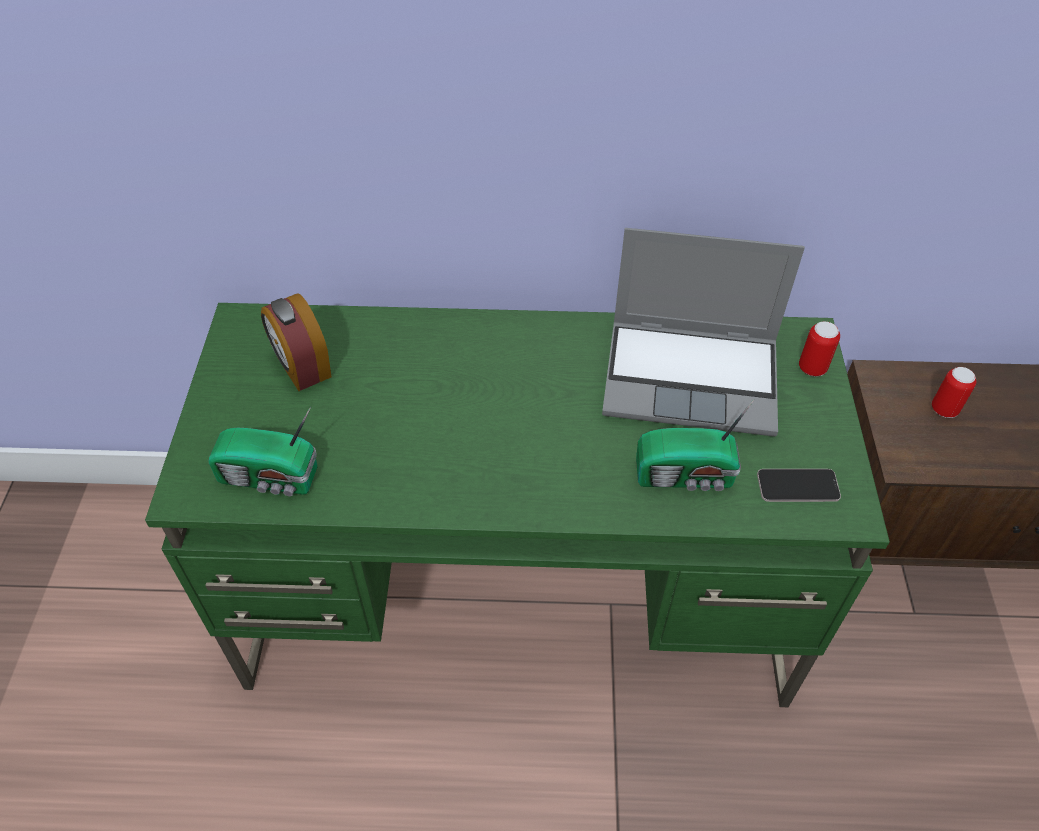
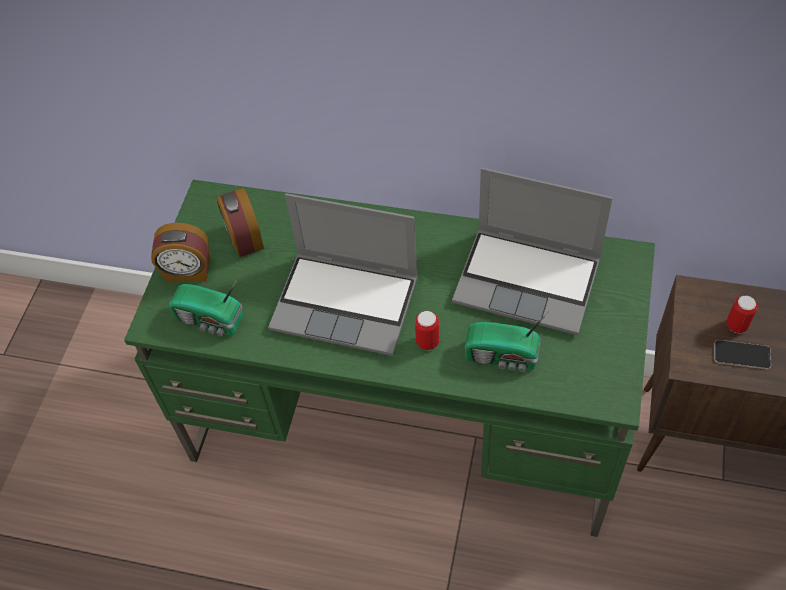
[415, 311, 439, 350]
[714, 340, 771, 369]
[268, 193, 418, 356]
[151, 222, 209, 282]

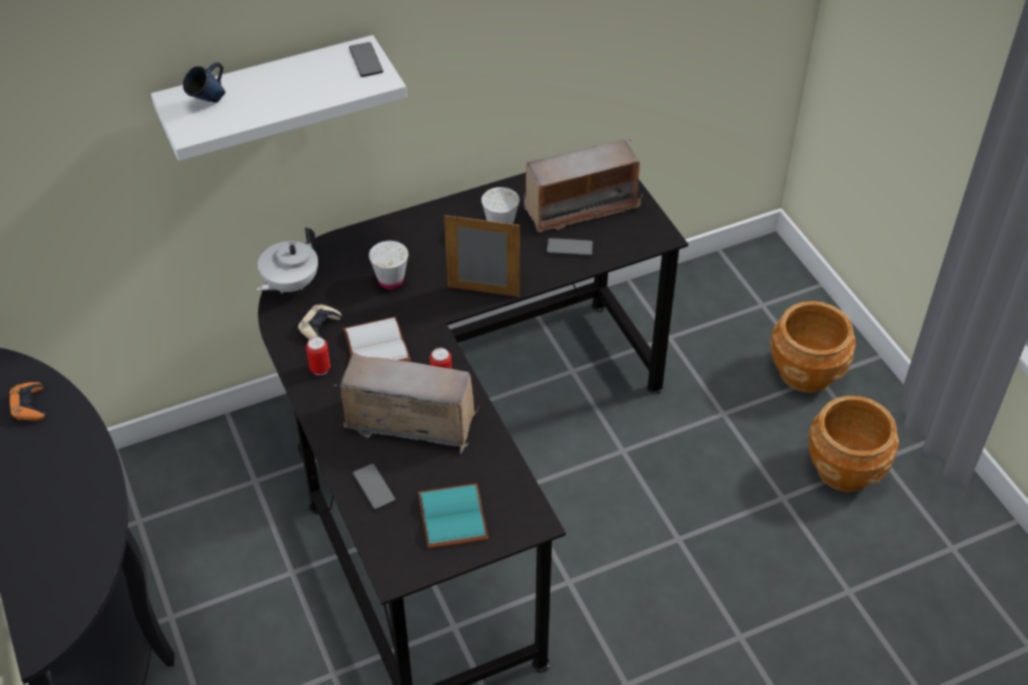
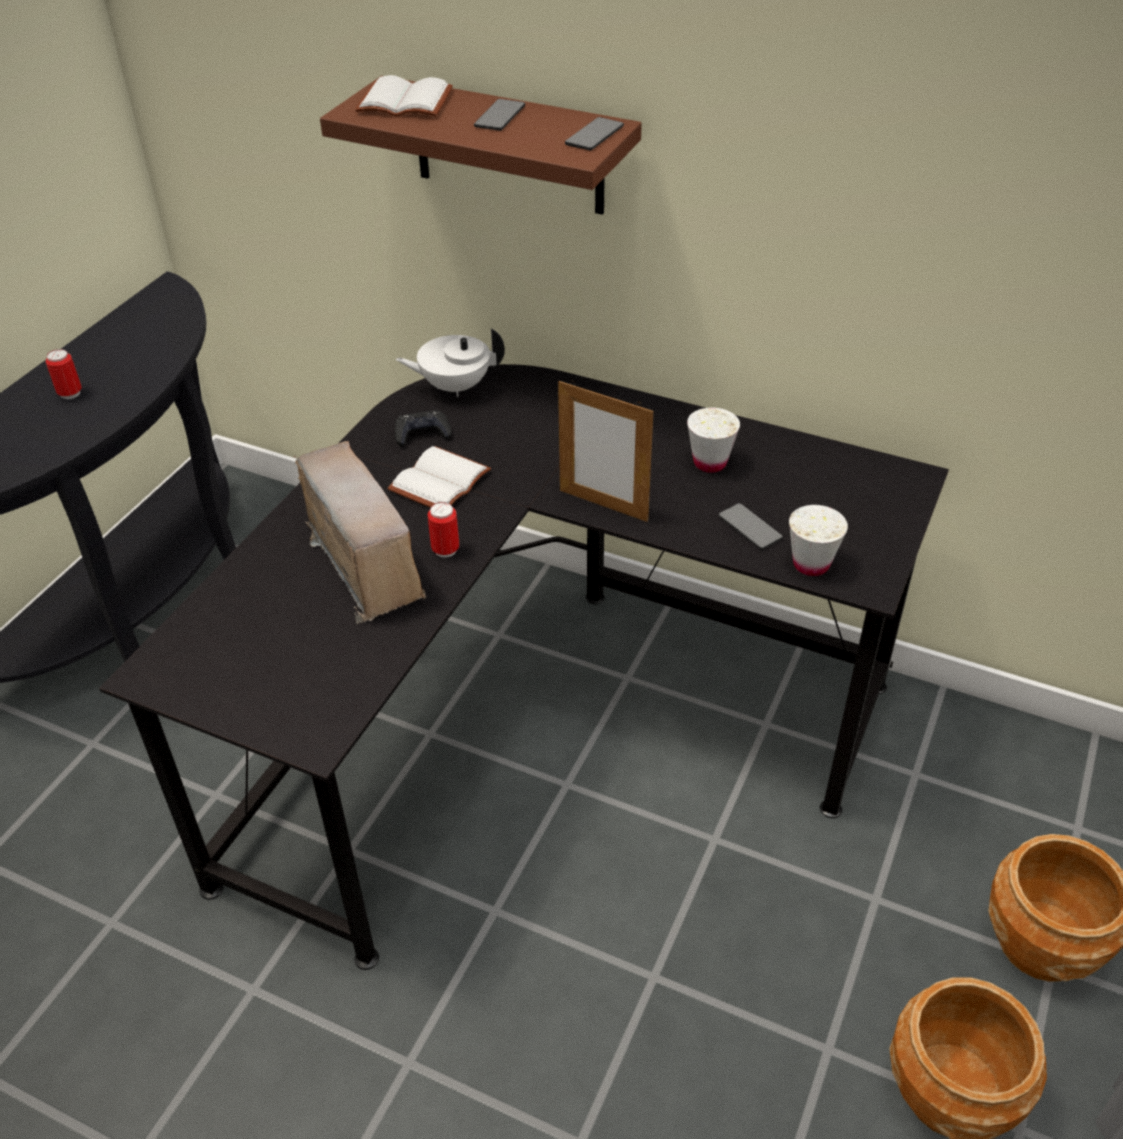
[320, 76, 642, 215]
[355, 75, 453, 117]
[524, 139, 643, 232] (first image)
[558, 381, 653, 522]
[789, 505, 848, 576]
[395, 410, 452, 446]
[45, 349, 81, 399]
[9, 382, 45, 421] (first image)
[474, 99, 525, 131]
[418, 483, 488, 548] (first image)

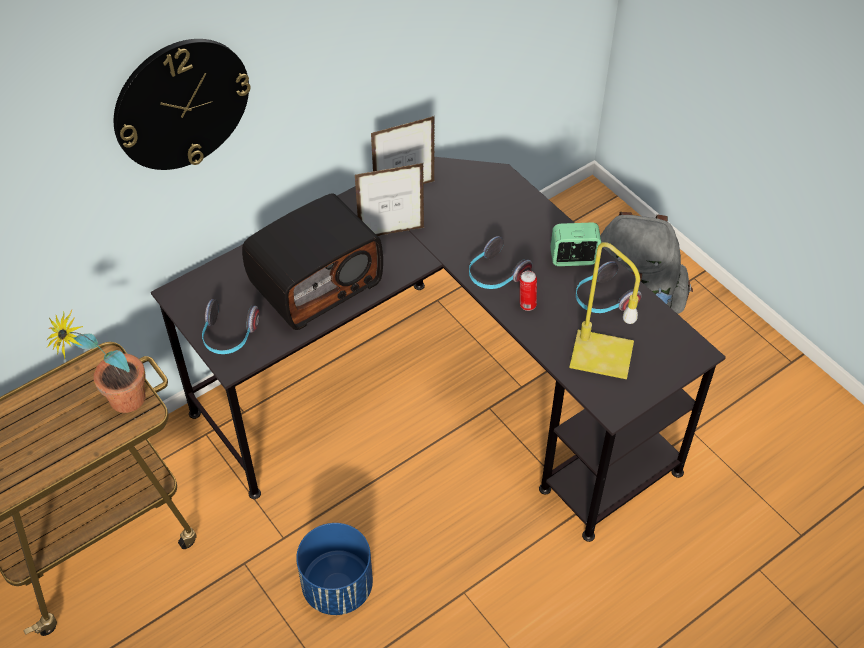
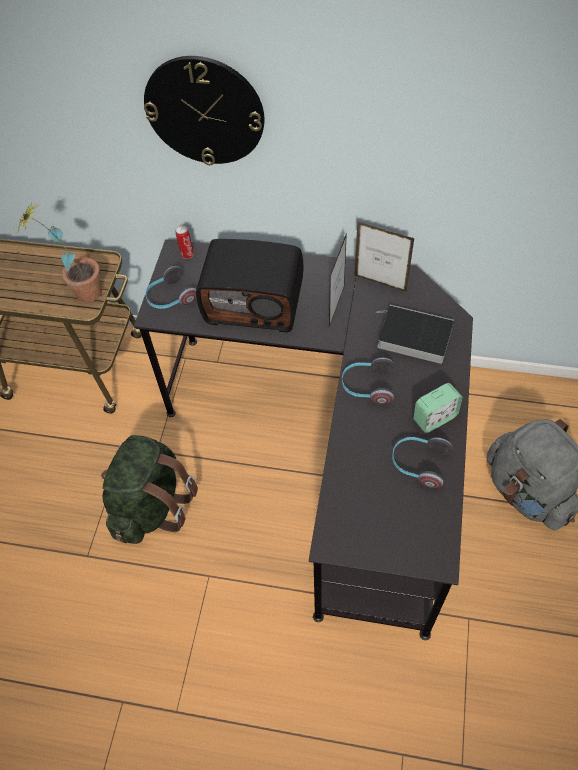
[329, 232, 347, 327]
[413, 383, 463, 433]
[570, 242, 640, 379] (first image)
[175, 226, 194, 259]
[101, 435, 198, 544]
[375, 305, 454, 364]

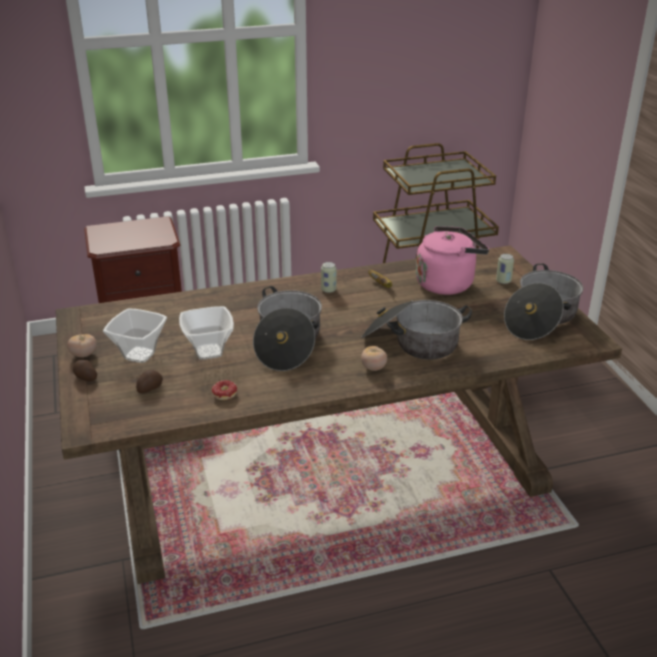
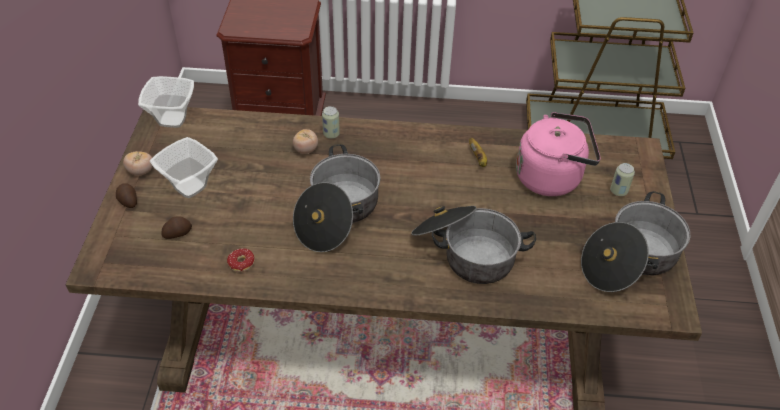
[322, 106, 340, 139]
[138, 76, 194, 128]
[293, 129, 318, 154]

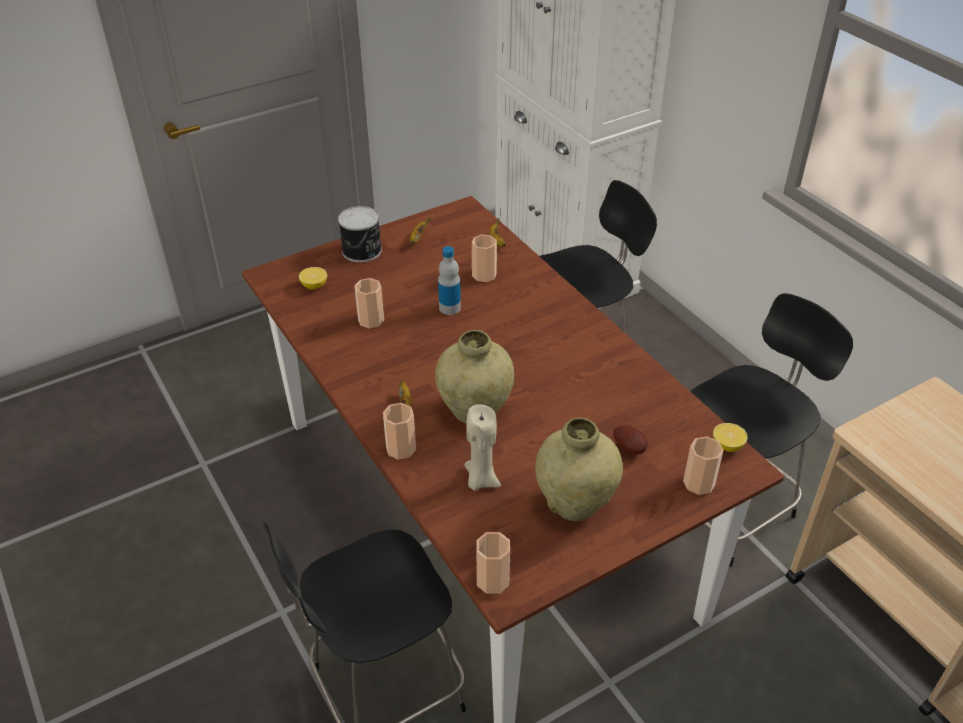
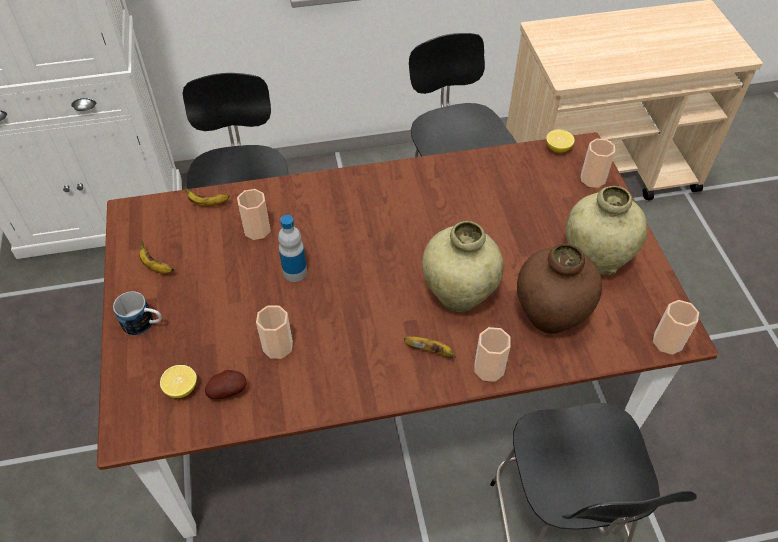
[113, 291, 162, 335]
[517, 243, 602, 334]
[205, 370, 247, 399]

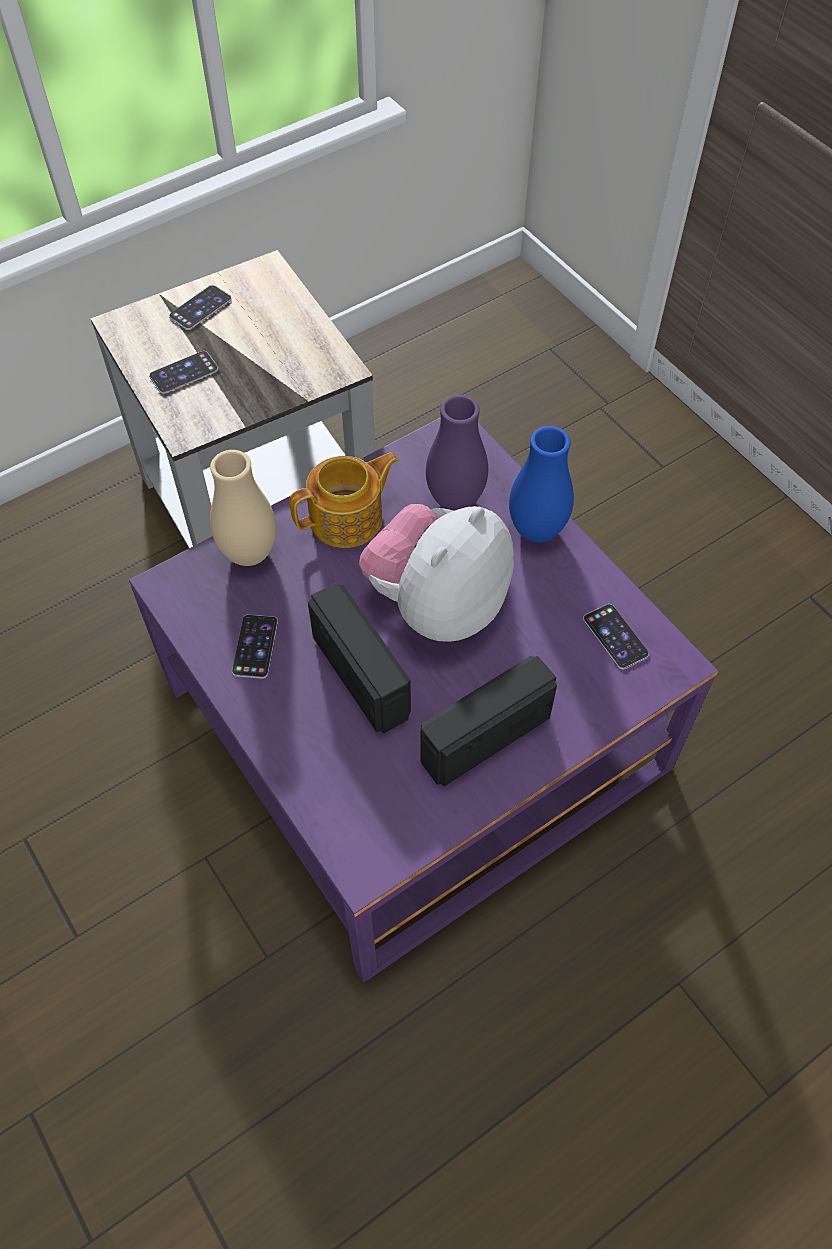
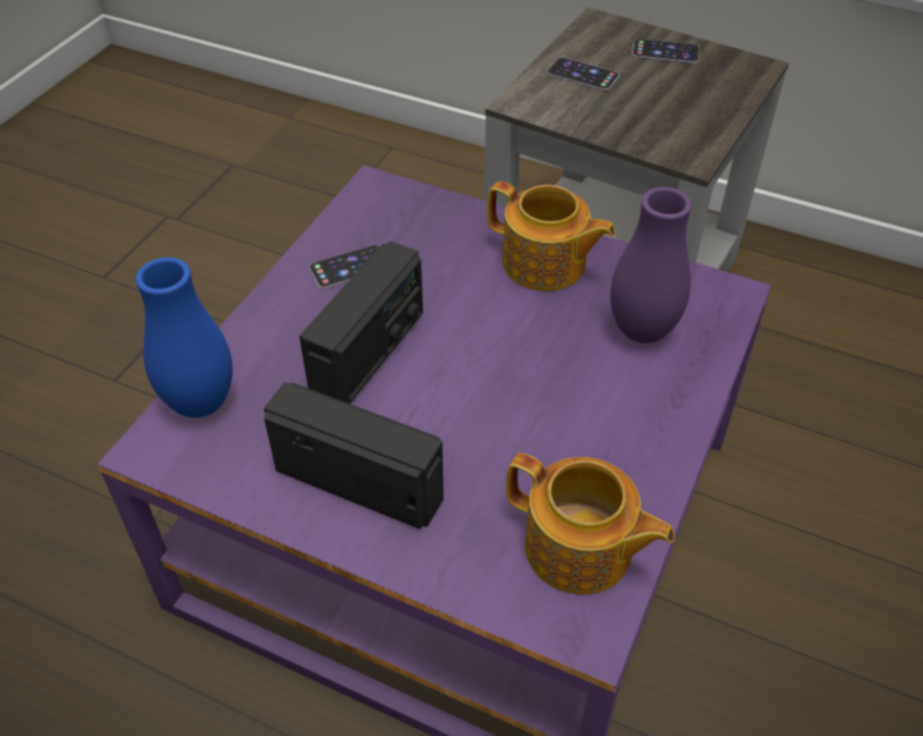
[136, 257, 233, 418]
[210, 450, 276, 566] (first image)
[359, 504, 514, 642] (first image)
[506, 453, 675, 594]

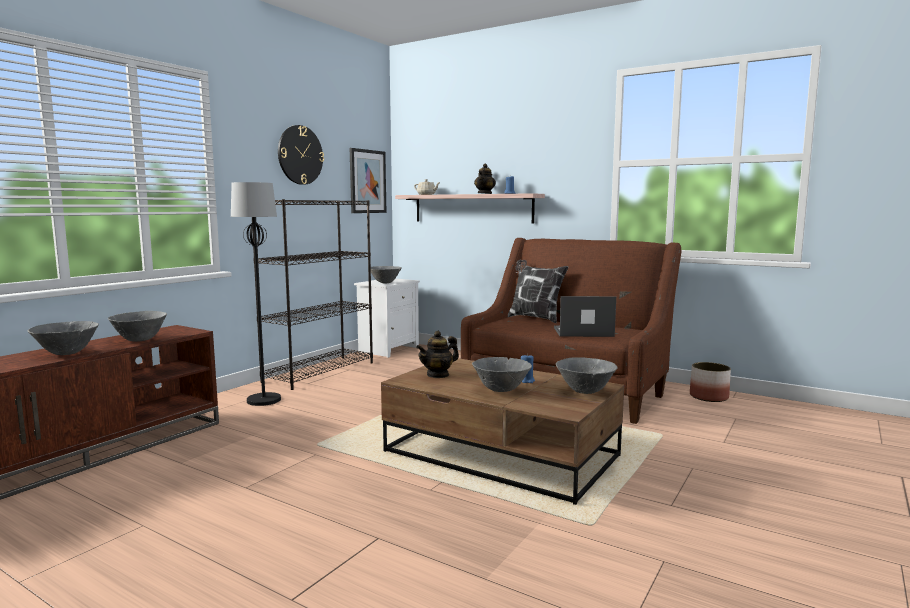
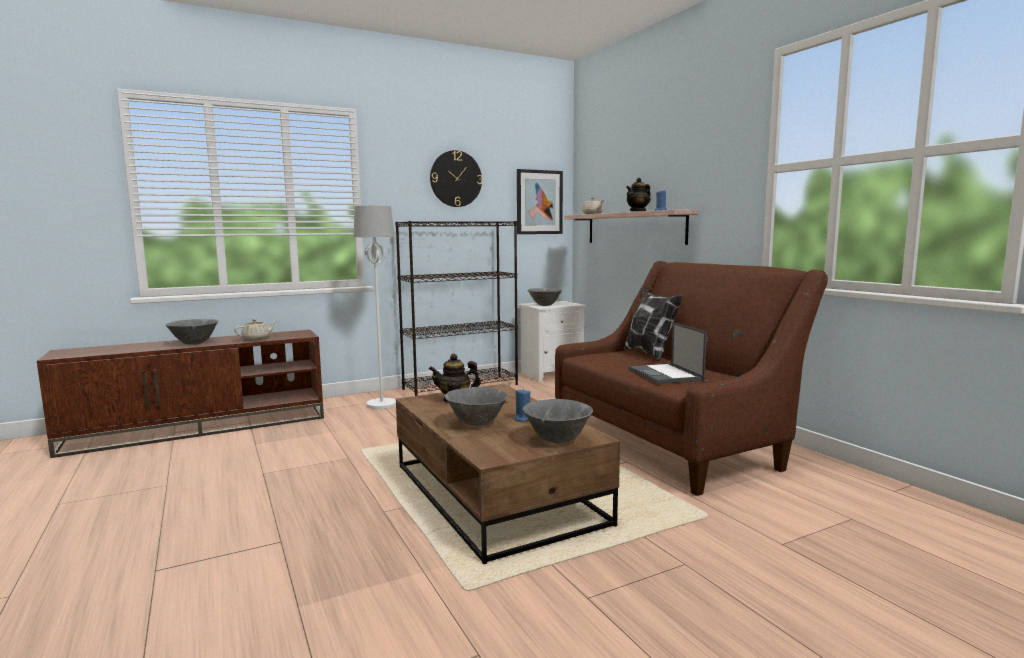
[354, 205, 396, 409]
[628, 322, 707, 384]
[234, 319, 277, 340]
[690, 362, 731, 402] (first image)

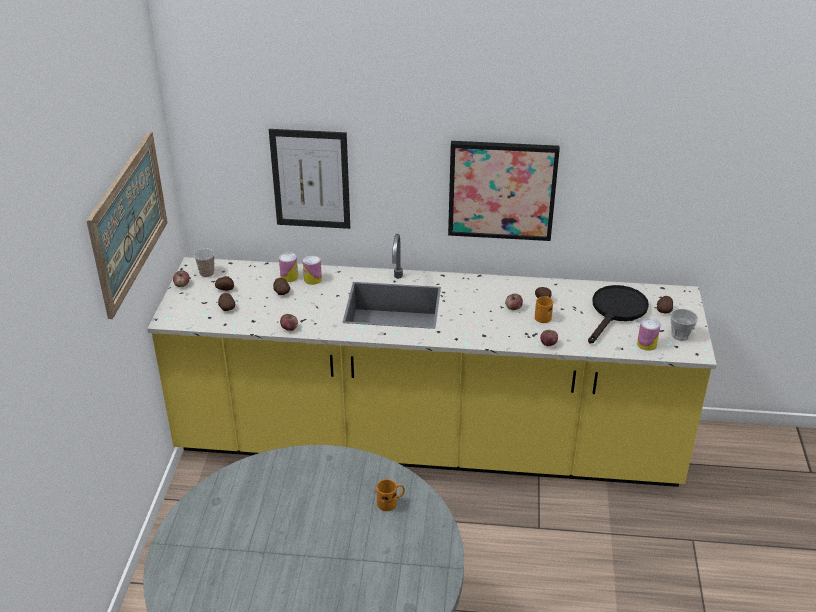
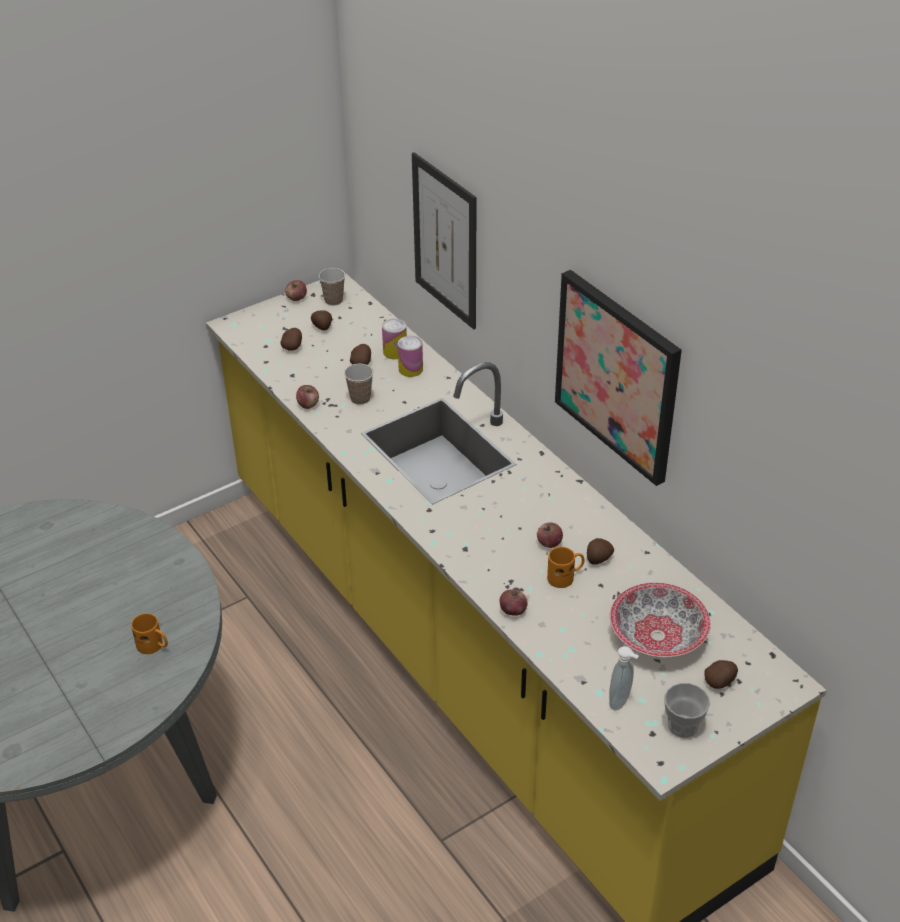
[87, 132, 168, 319] (first image)
[610, 582, 711, 658]
[609, 646, 639, 711]
[344, 364, 373, 405]

